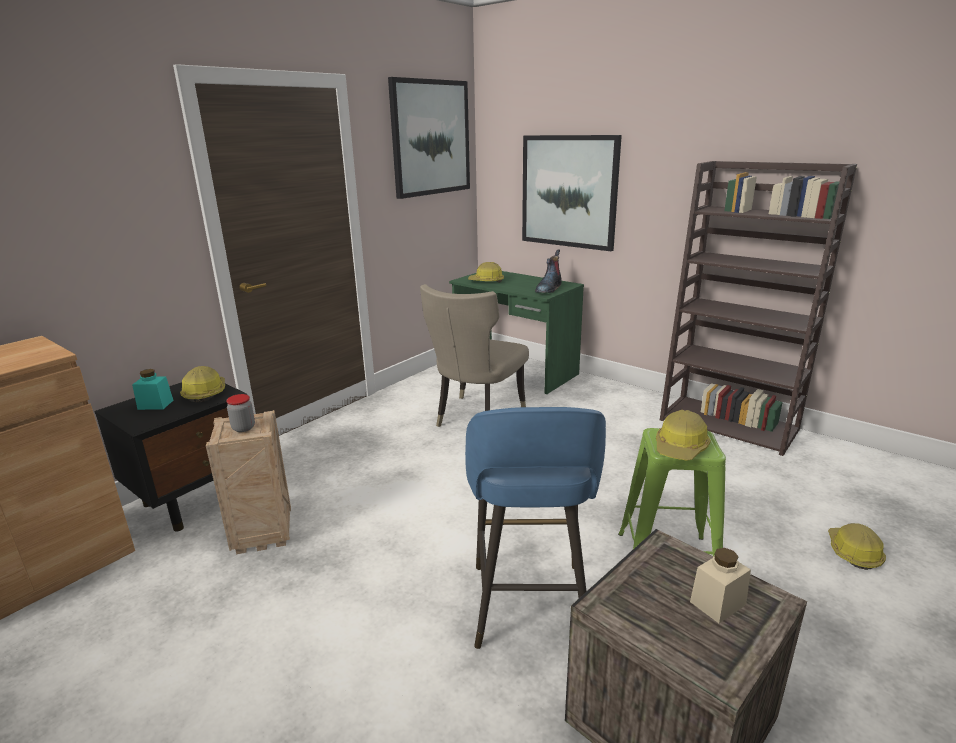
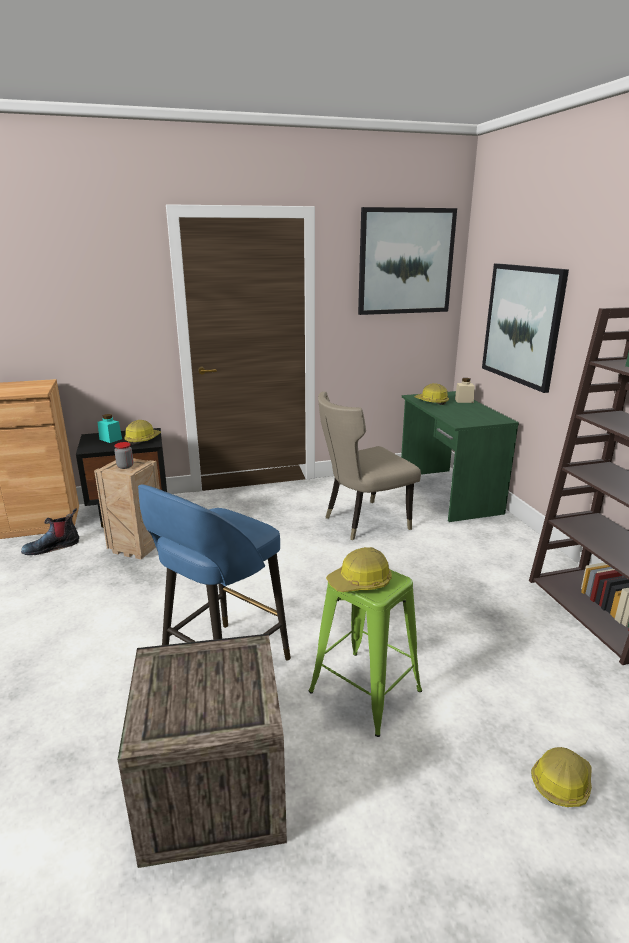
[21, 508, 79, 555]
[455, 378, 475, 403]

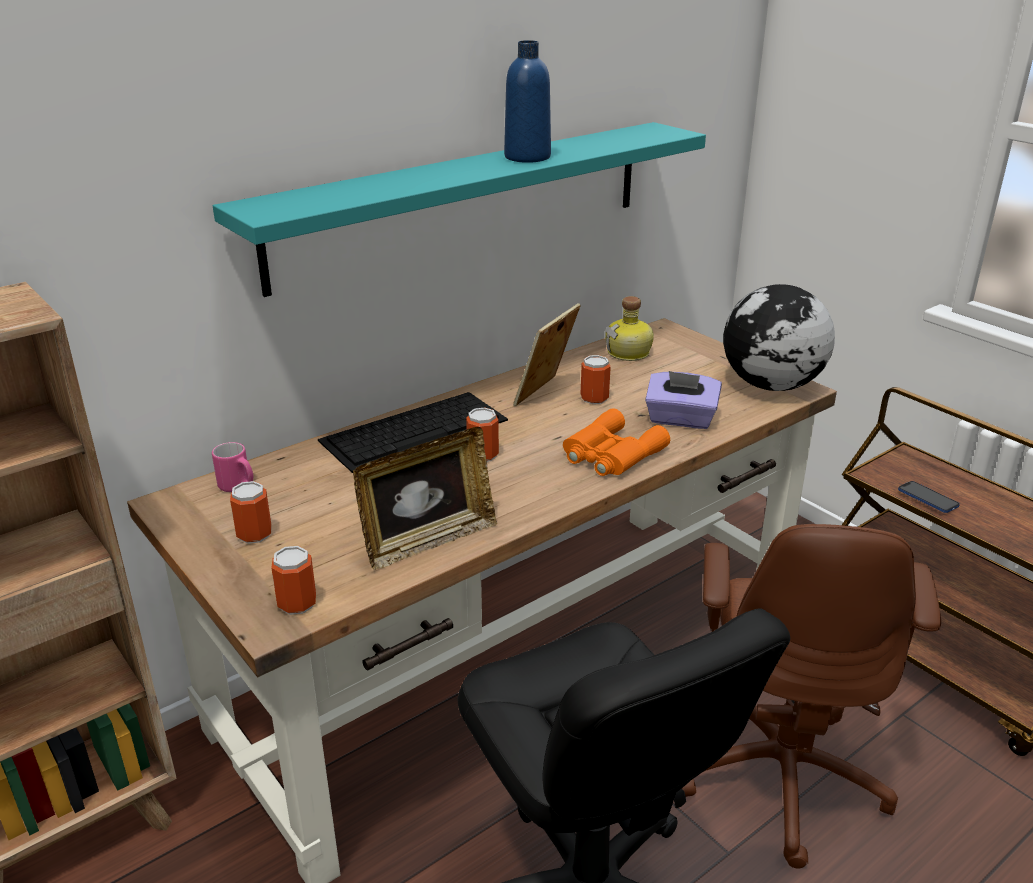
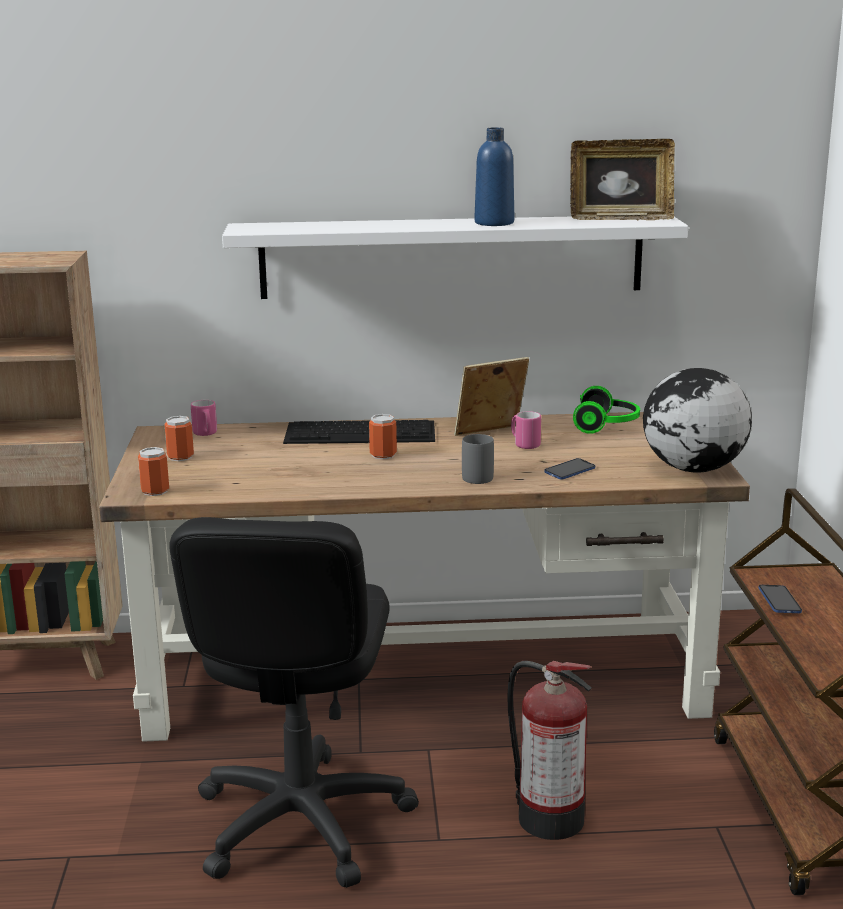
[222, 217, 688, 299]
[573, 386, 640, 434]
[511, 411, 541, 449]
[544, 458, 595, 480]
[462, 434, 494, 484]
[570, 139, 675, 220]
[508, 661, 592, 840]

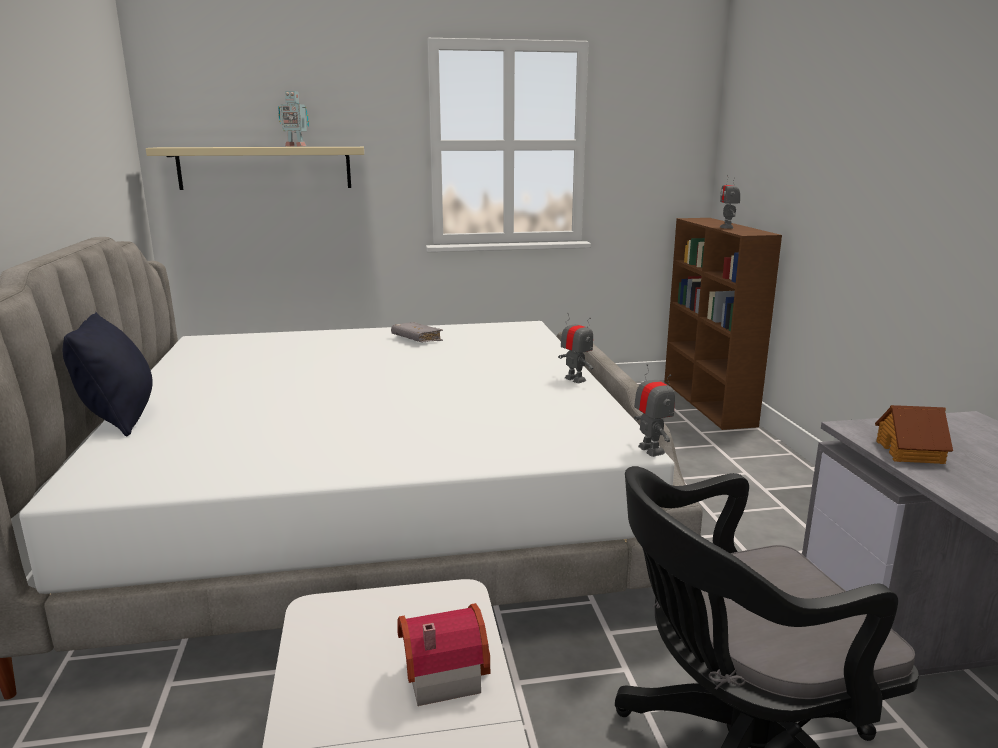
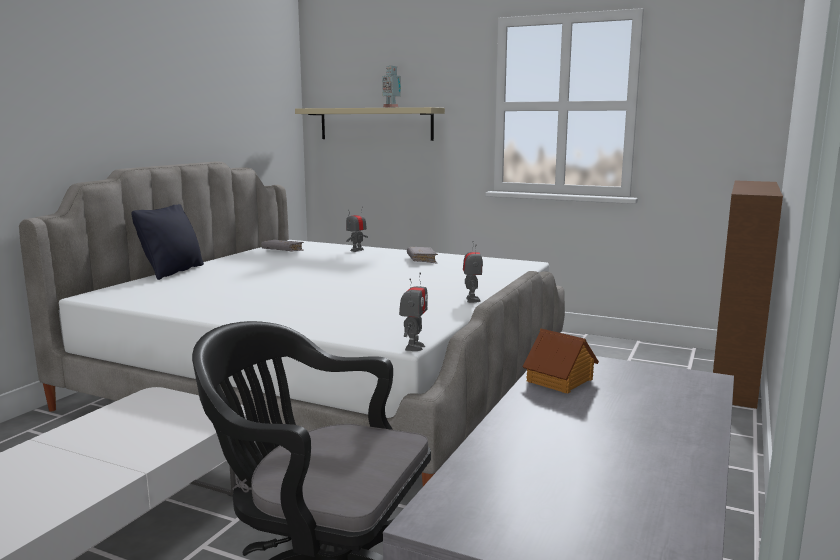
[346, 207, 368, 252]
[397, 603, 490, 706] (first image)
[261, 240, 304, 251]

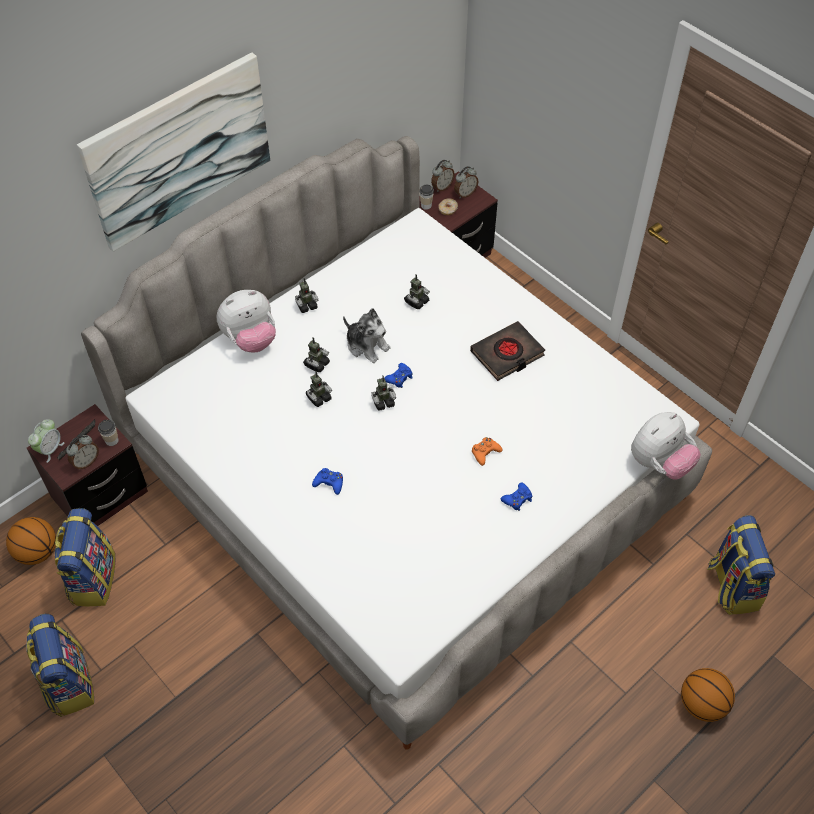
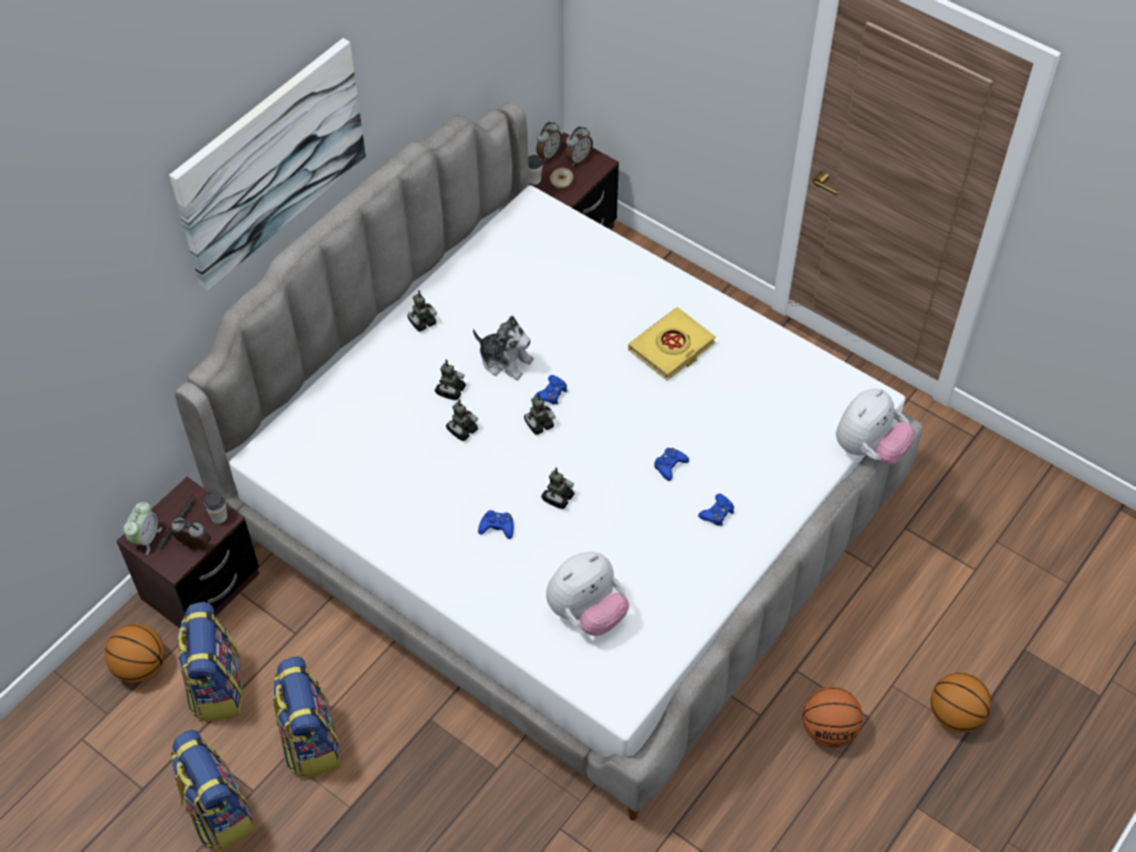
[541, 468, 574, 509]
[546, 552, 629, 636]
[628, 307, 716, 381]
[171, 518, 211, 550]
[654, 448, 689, 481]
[273, 656, 340, 779]
[802, 687, 863, 747]

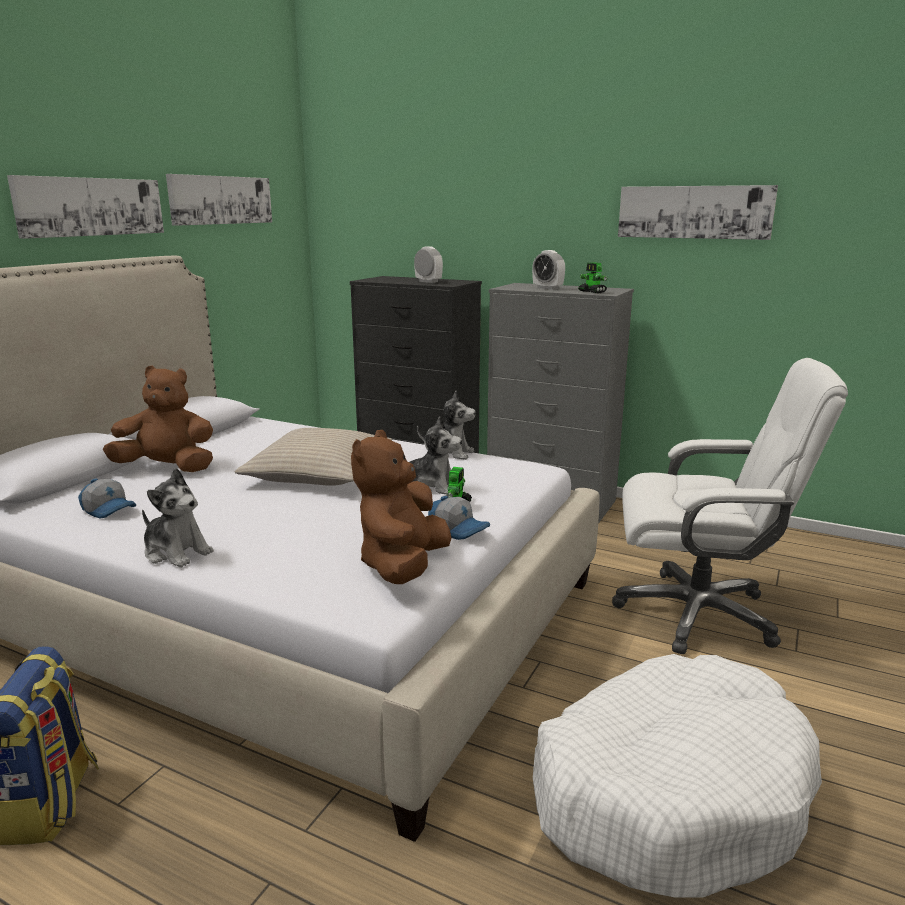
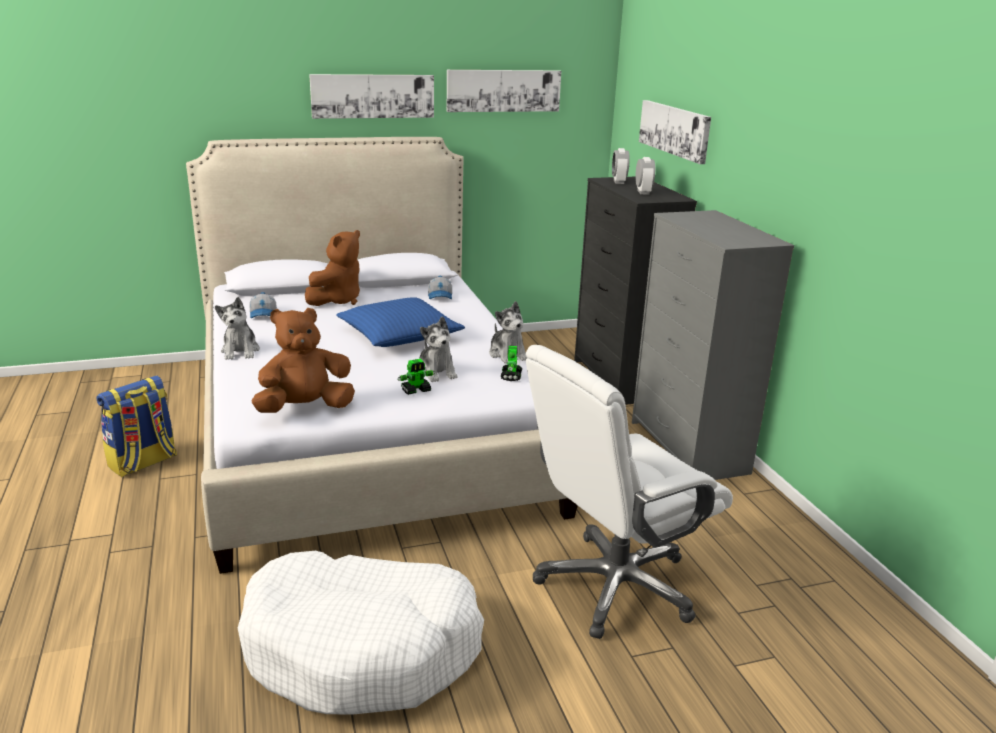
[639, 100, 711, 164]
[612, 148, 630, 184]
[501, 346, 522, 381]
[526, 345, 733, 639]
[305, 230, 360, 306]
[336, 297, 465, 347]
[428, 276, 452, 299]

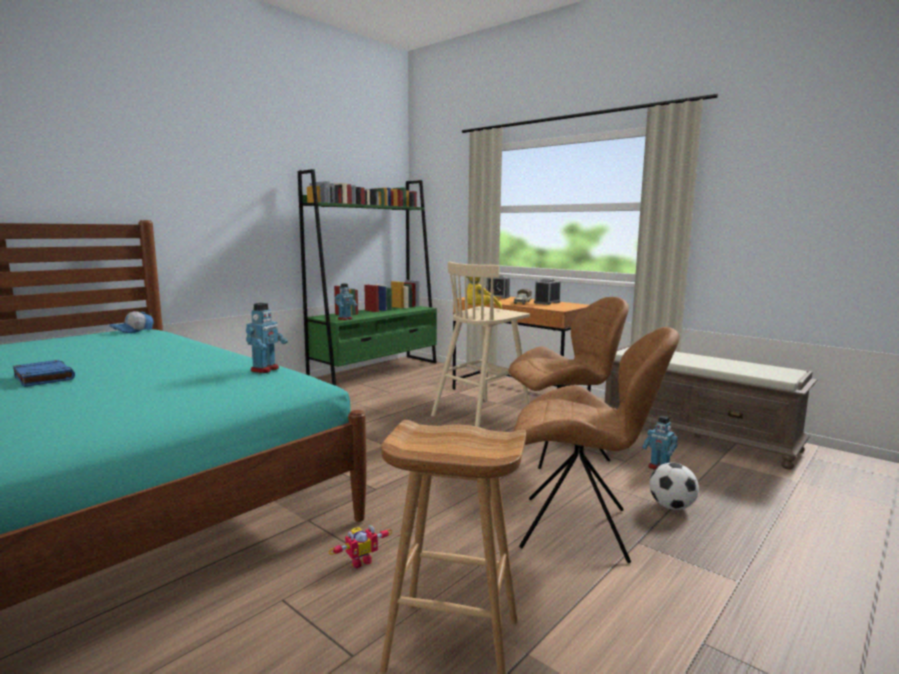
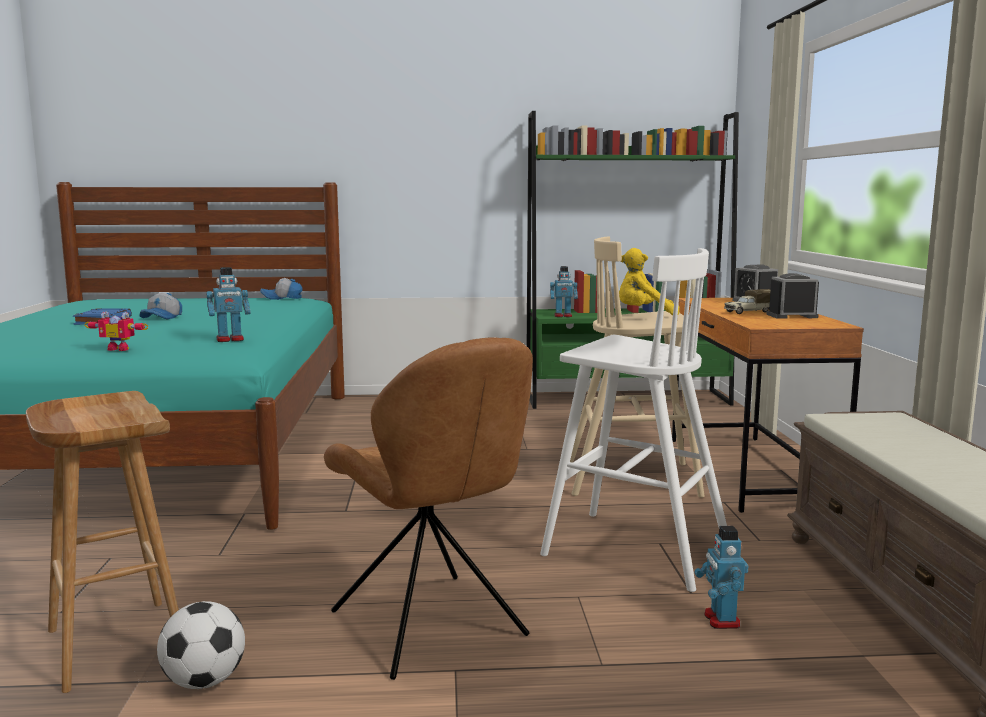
[540, 248, 727, 592]
[157, 601, 245, 689]
[85, 312, 148, 351]
[139, 293, 182, 319]

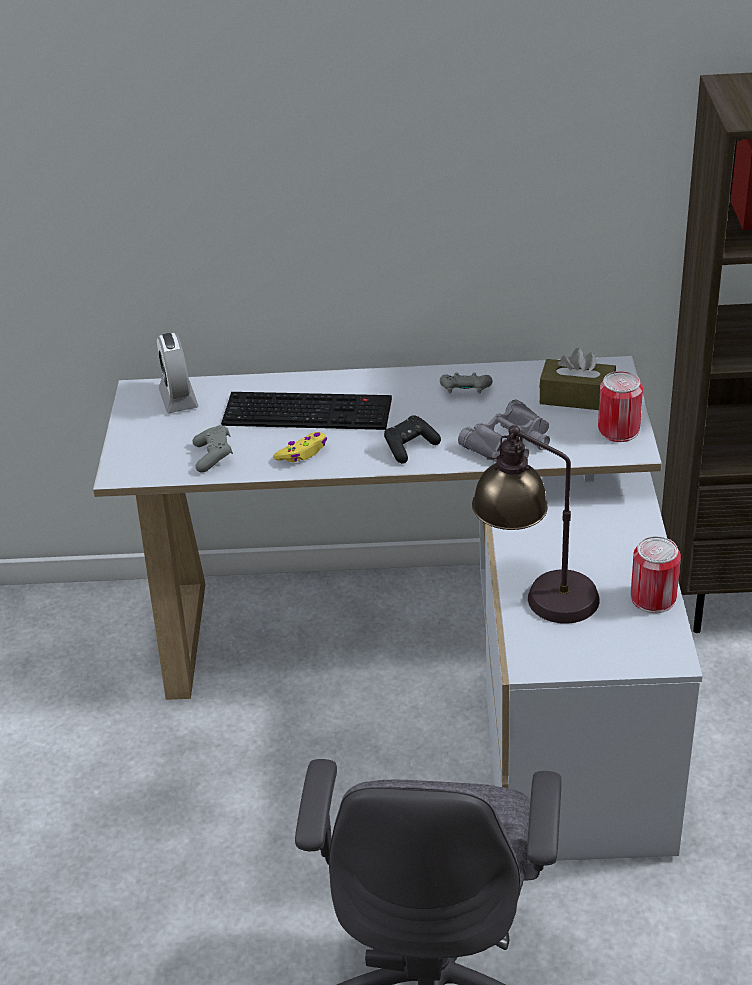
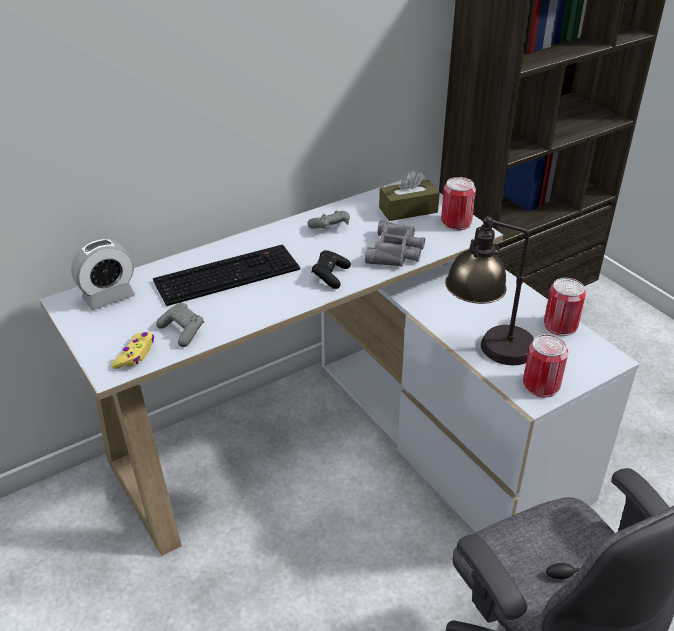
[71, 239, 135, 310]
[111, 332, 154, 369]
[523, 334, 568, 398]

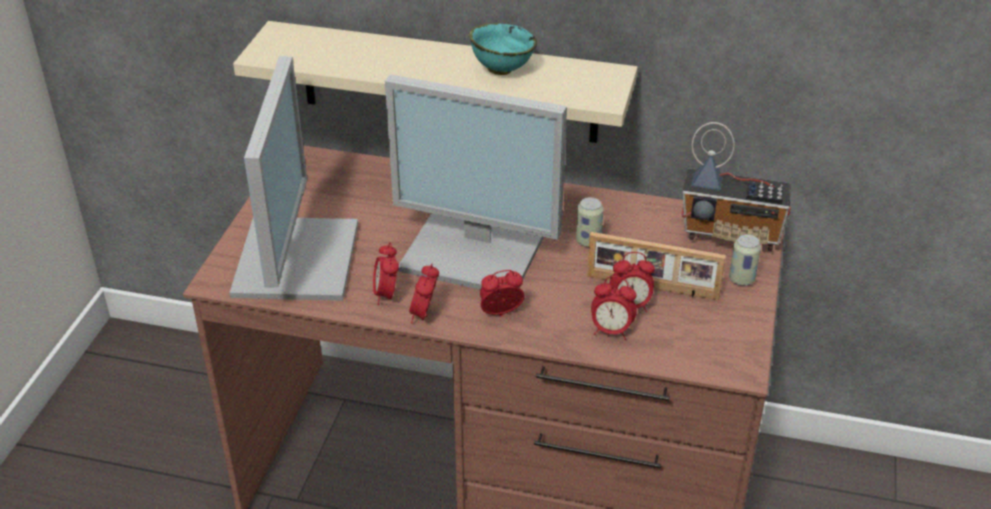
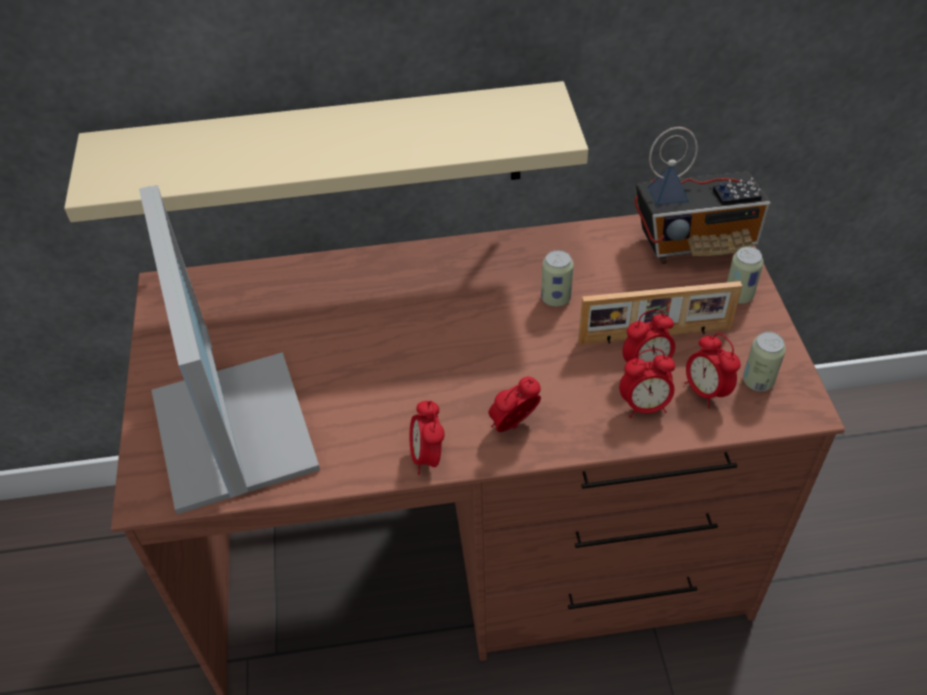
[469, 23, 537, 75] (first image)
[385, 74, 567, 290] (first image)
[685, 333, 741, 408]
[743, 331, 786, 392]

